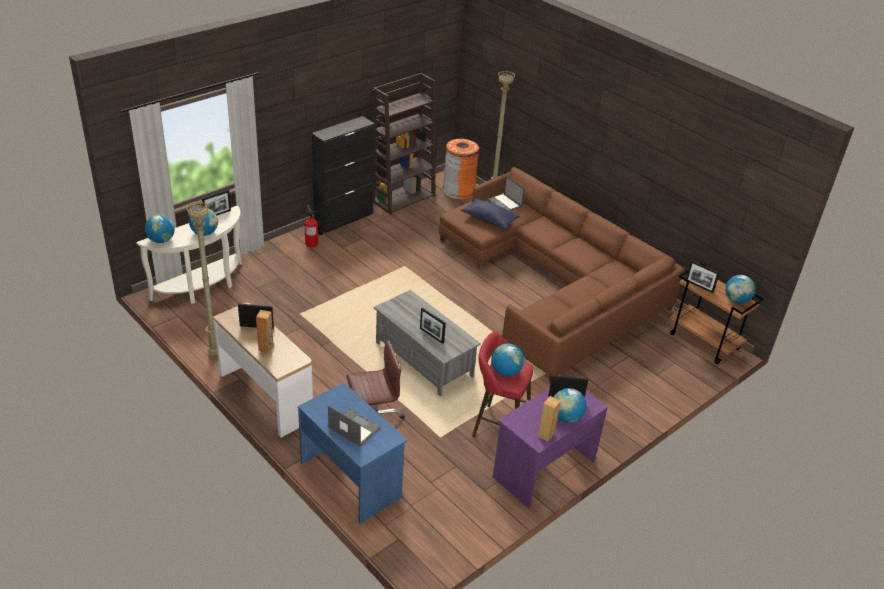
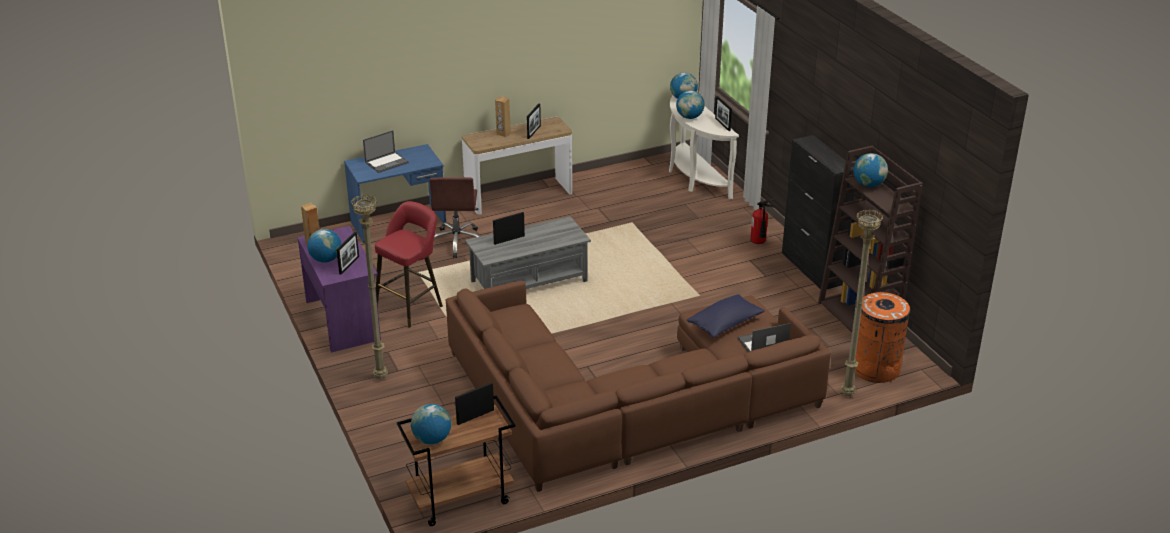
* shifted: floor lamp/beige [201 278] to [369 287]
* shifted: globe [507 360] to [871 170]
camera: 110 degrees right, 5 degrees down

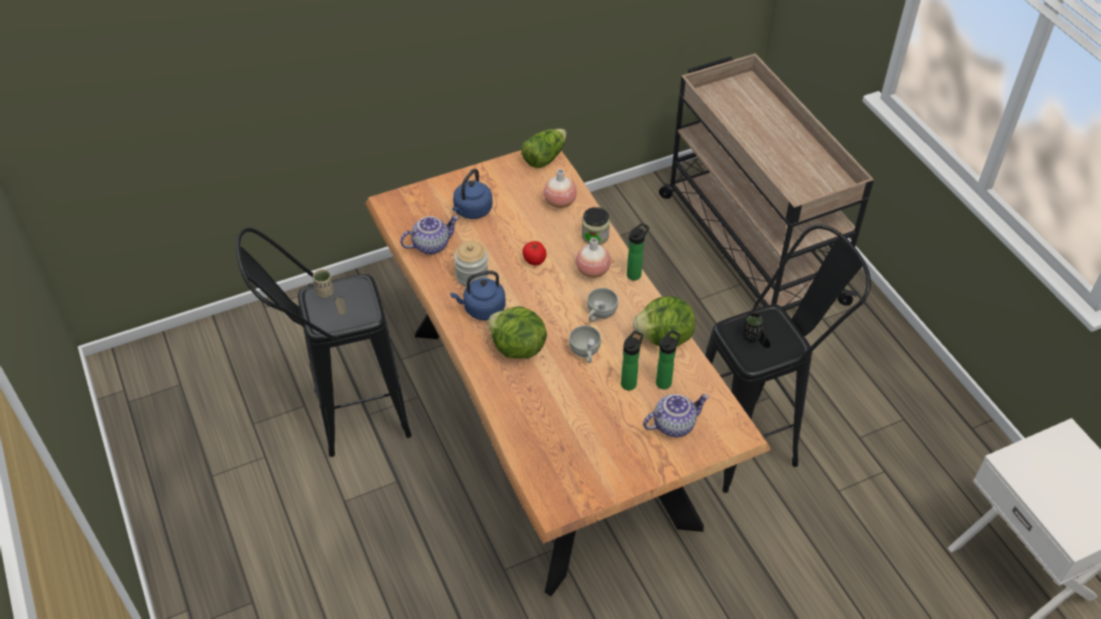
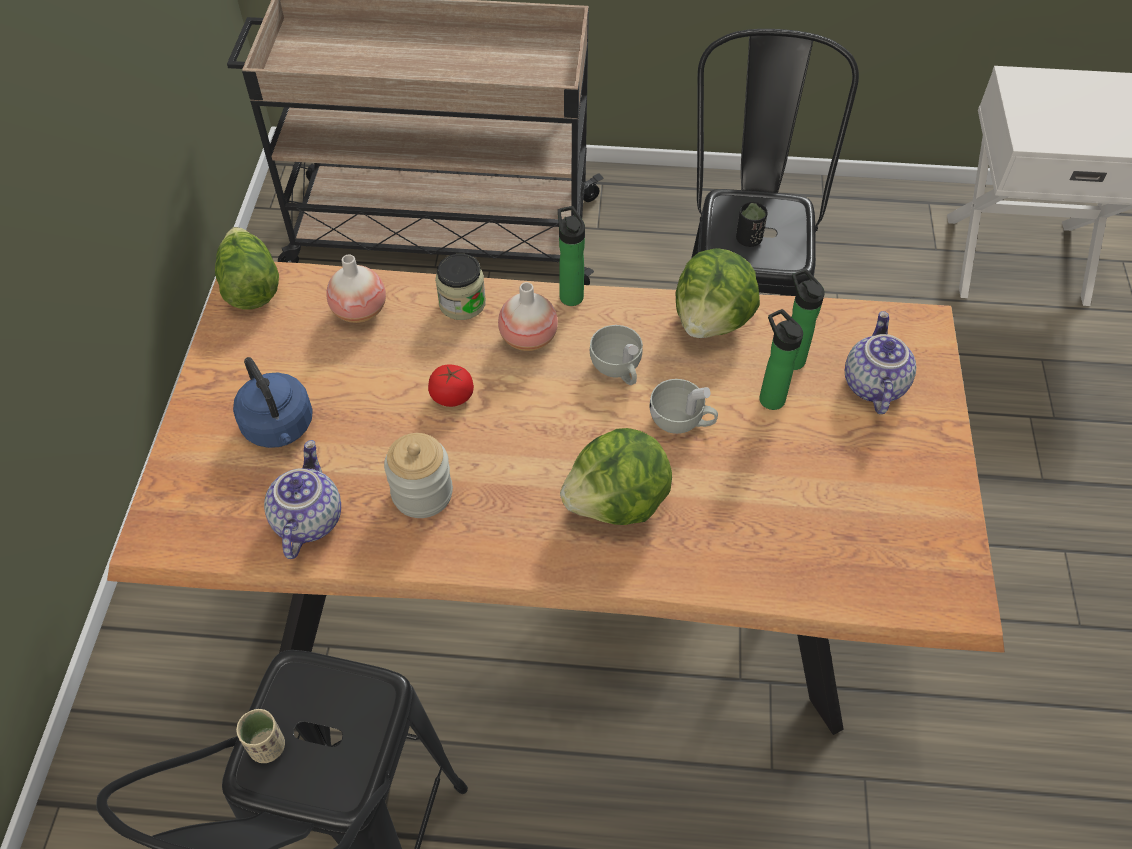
* gone: kettle/blue [478 295]
camera: 60 degrees left, 5 degrees up

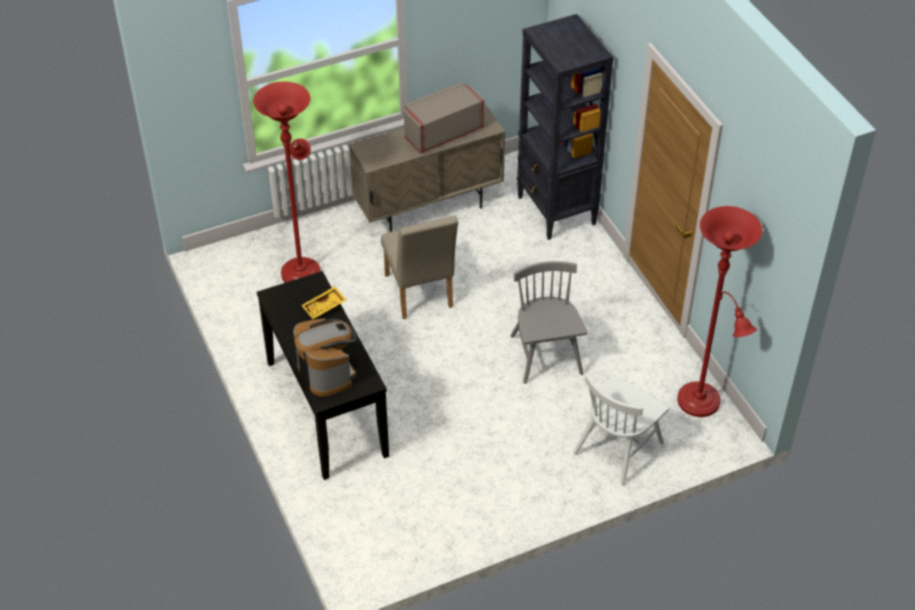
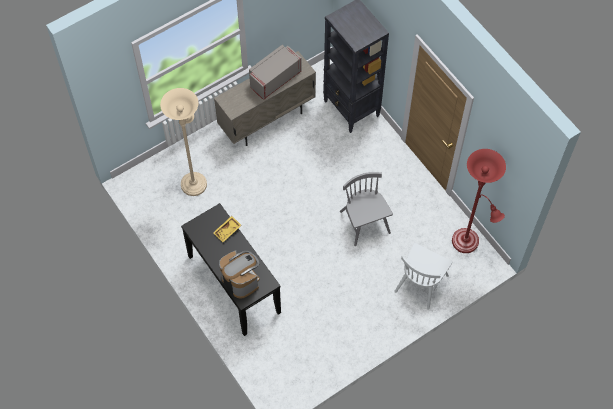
* repainted: floor lamp/red [287 182] to floor lamp/beige [183 142]
* gone: chair/beige [419 267]
camera: 10 degrees left, 15 degrees up

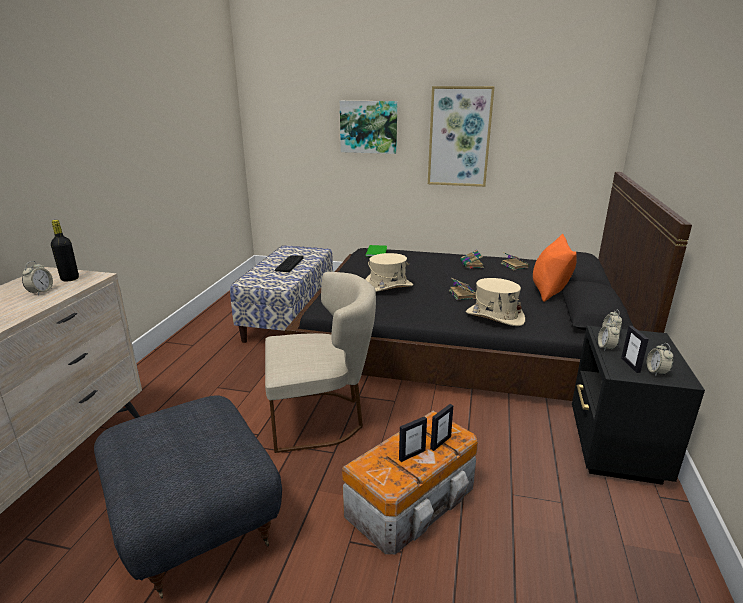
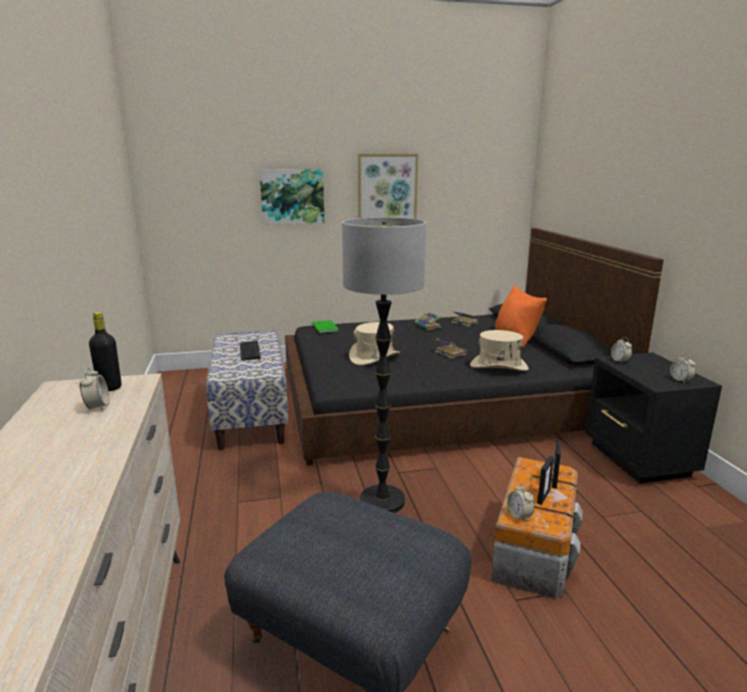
* swapped: chair/beige [320 362] to floor lamp [384 365]
* shifted: alarm clock [609 335] to [520 502]
* gone: picture frame [635 349]
camera: 25 degrees left, 5 degrees down

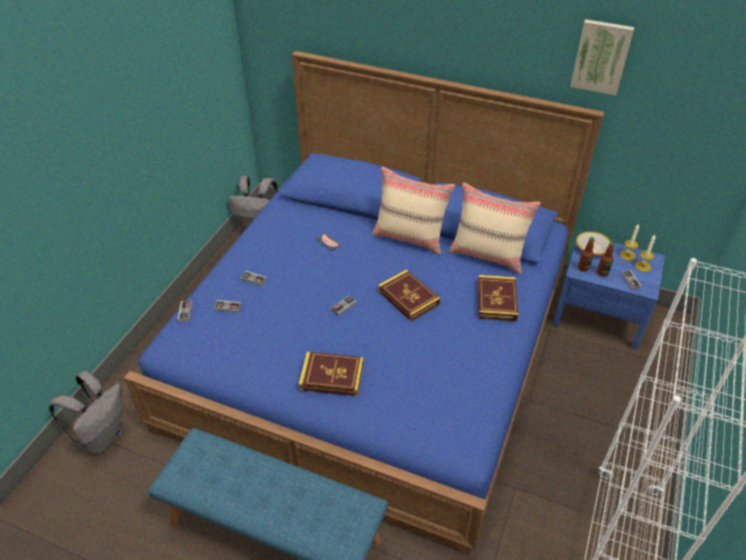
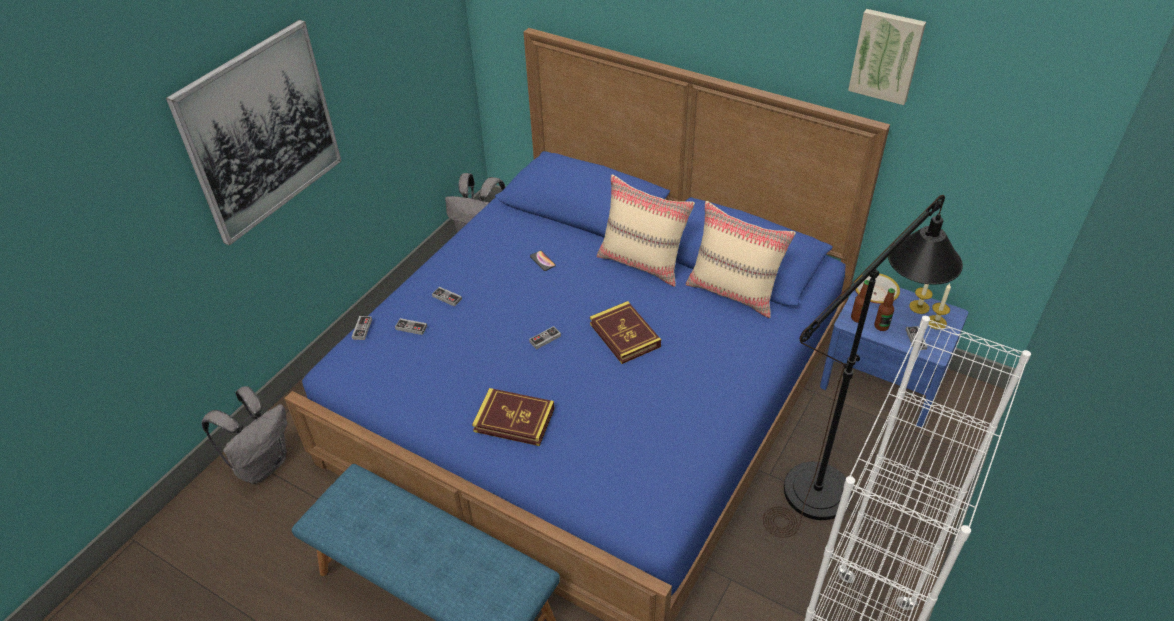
* gone: book [498 298]
* new: picture [253 133]
* new: floor lamp/black [863 366]
camera: 10 degrees right, 0 degrees up

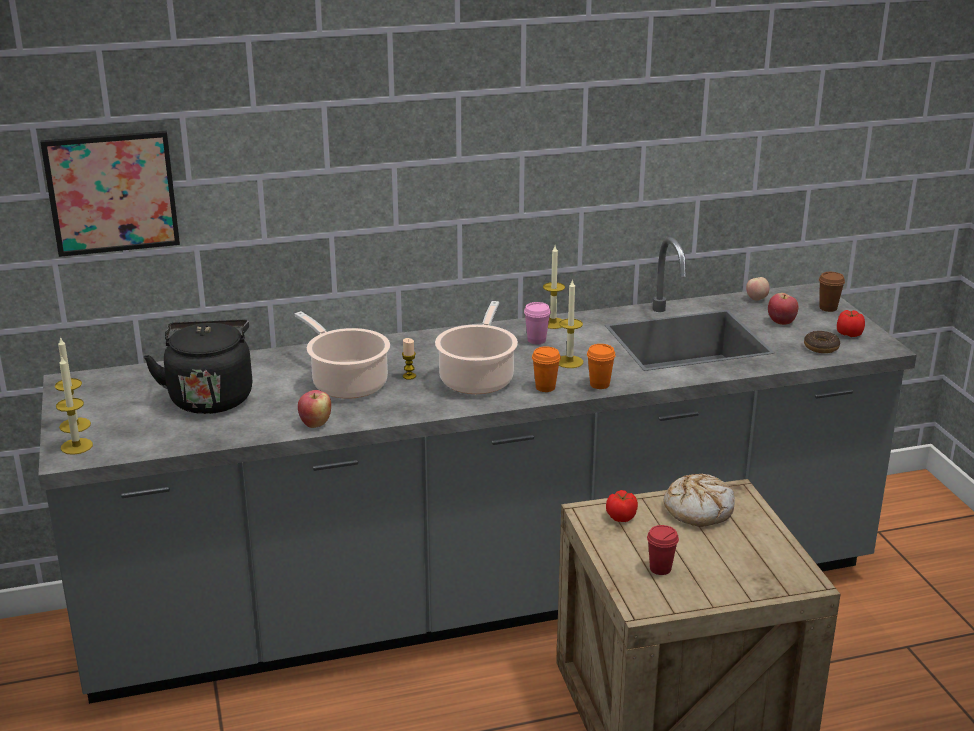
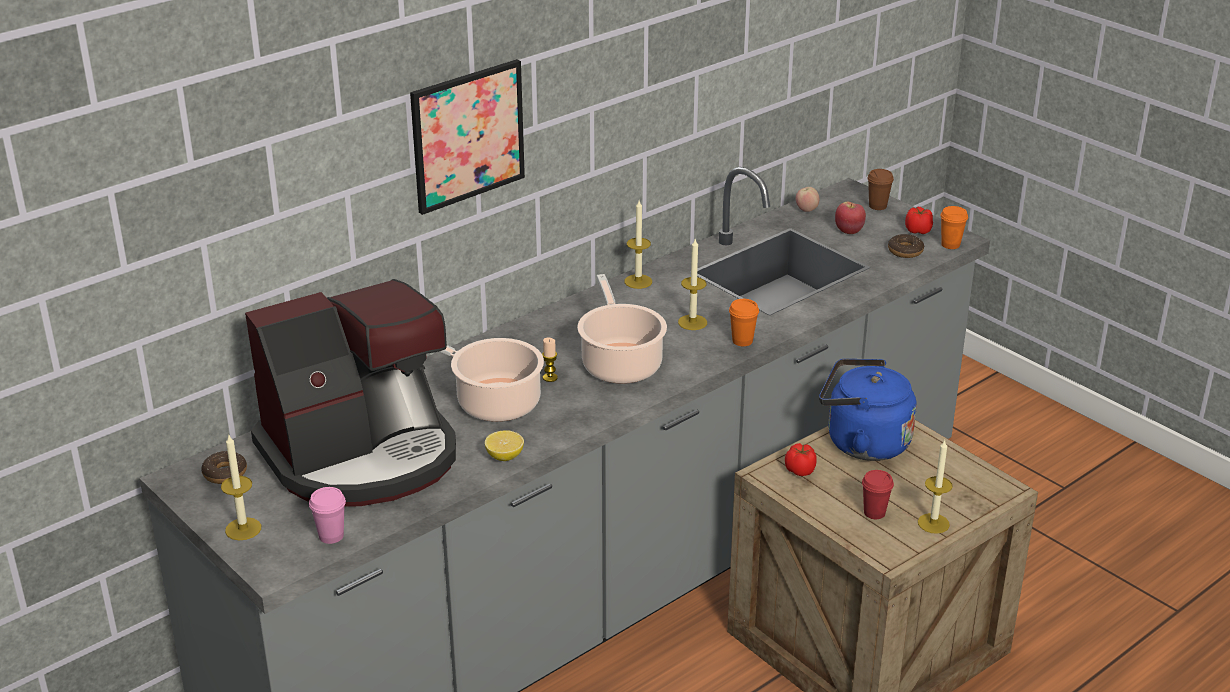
* shifted: picture [110 194] to [467 137]
* shifted: candle [74 406] to [935 487]
* swapped: kettle/black [198 367] to coffee machine [350 393]
* swapped: apple [314 409] to lemon [504 445]
* shifted: cup/pink [537 323] to [327 515]
* shifted: cup/orange [546 369] to [954 227]
* swapped: bread [699 500] to kettle/blue [868 409]
* new: donut [224 467]
camera: 25 degrees left, 5 degrees up

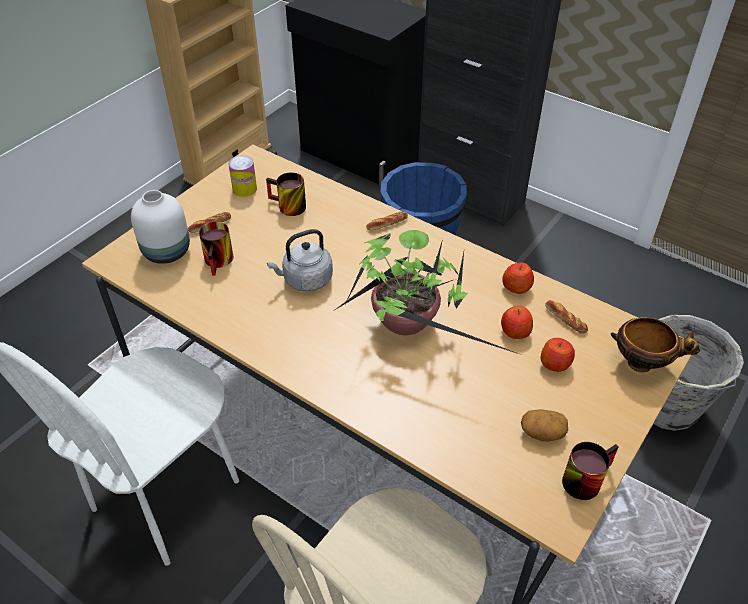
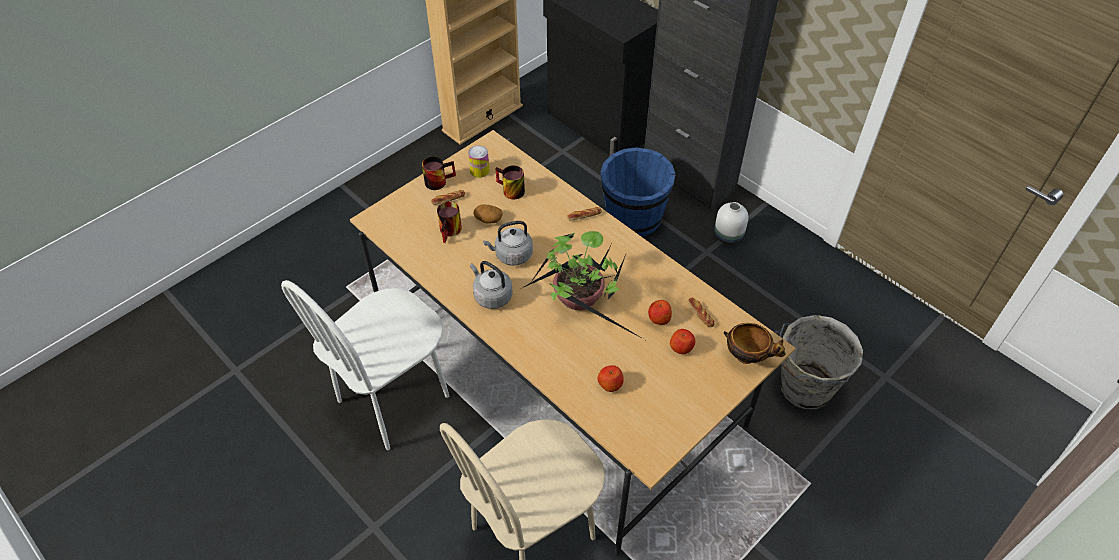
* shifted: vase/white [160 227] to [731 223]
* shifted: apple [518 278] to [611 378]
* shifted: potato [544 425] to [488 214]
* shifted: mug [590 471] to [439 173]
* new: kettle/grey [491 285]
camera: 10 degrees right, 5 degrees up

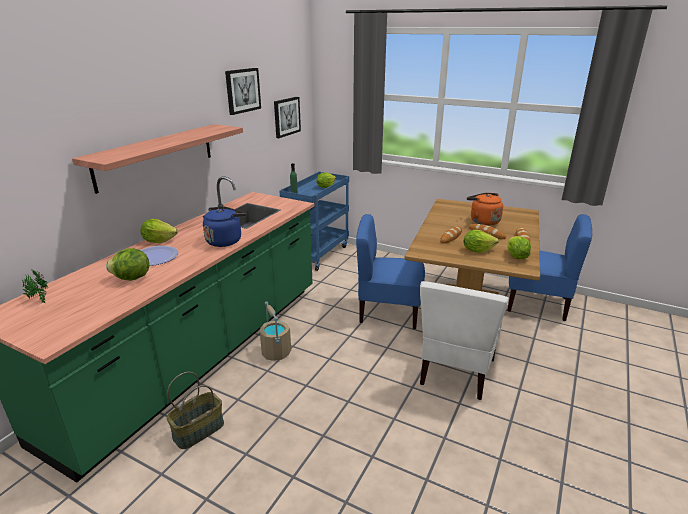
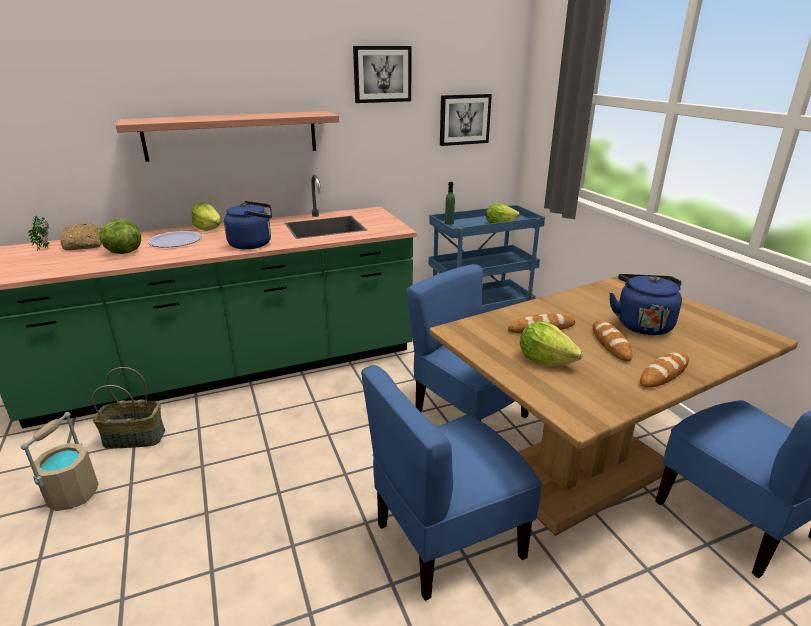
* shifted: bucket/beige [275 331] to [59 461]
* repainted: chair/white [464 340] to chair/blue [451 483]
* repainted: kettle/orange [485 209] to kettle/blue [645 304]
* gone: lettuce [519 247]
* new: bread [81 237]
camera: 40 degrees right, 0 degrees up

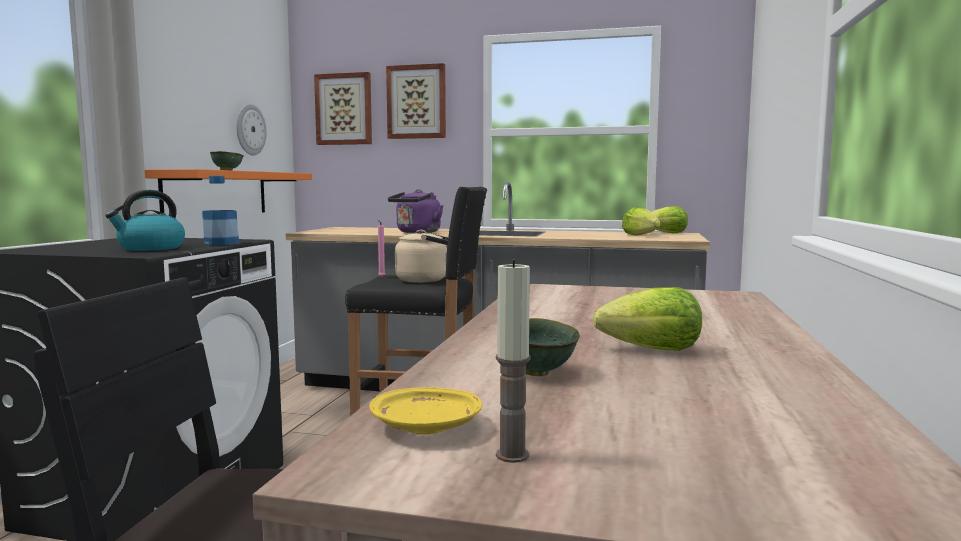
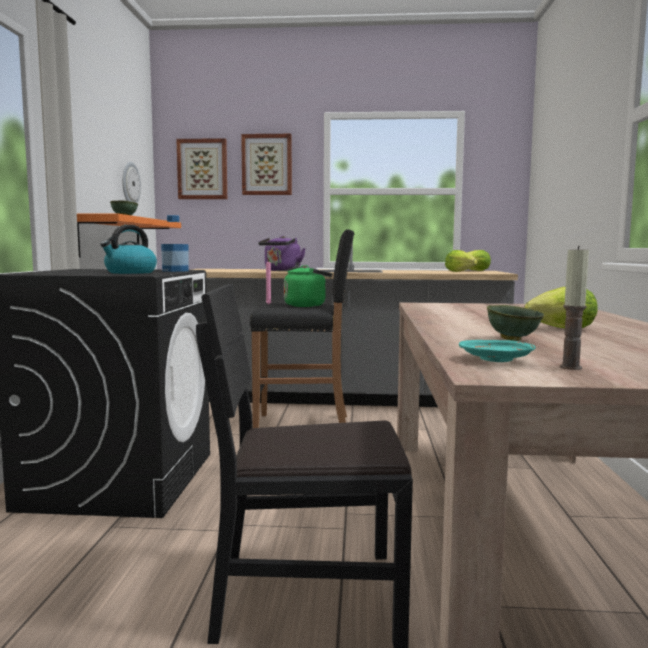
* repainted: plate/yellow [425 410] to plate/turquoise [497 351]
* repainted: kettle/beige [421 256] to kettle/green [308 286]
camera: 10 degrees left, 0 degrees up

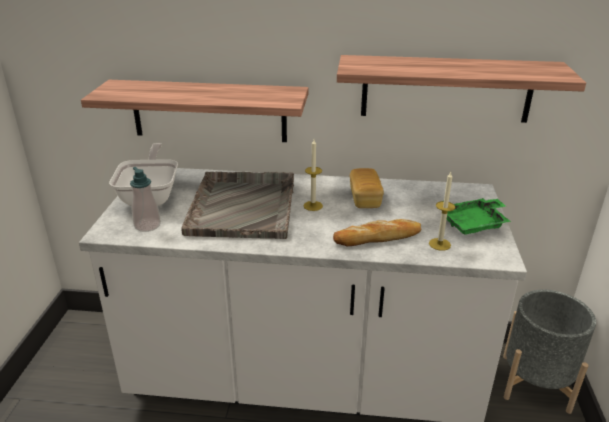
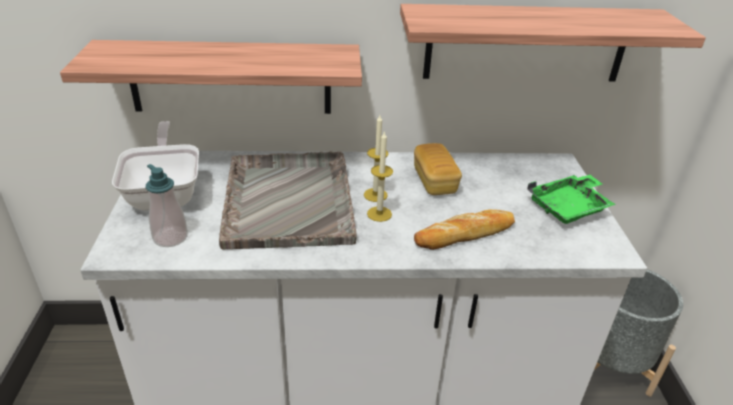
* shifted: candle [442 211] to [380 176]
camera: 10 degrees left, 5 degrees up

